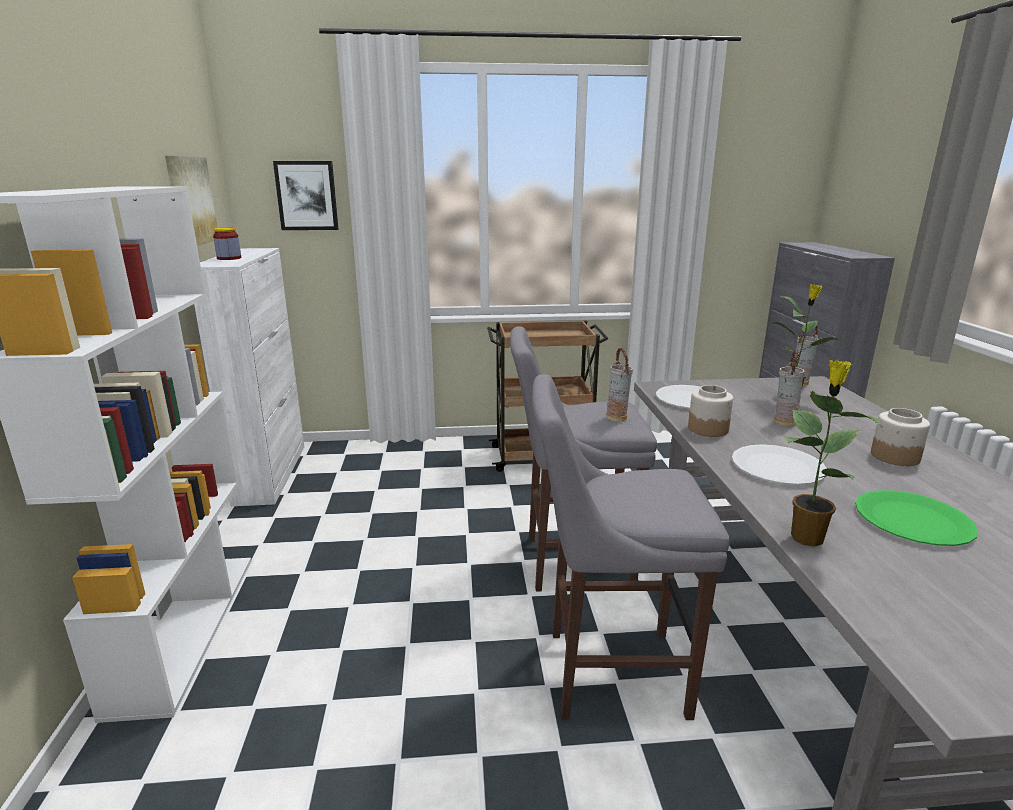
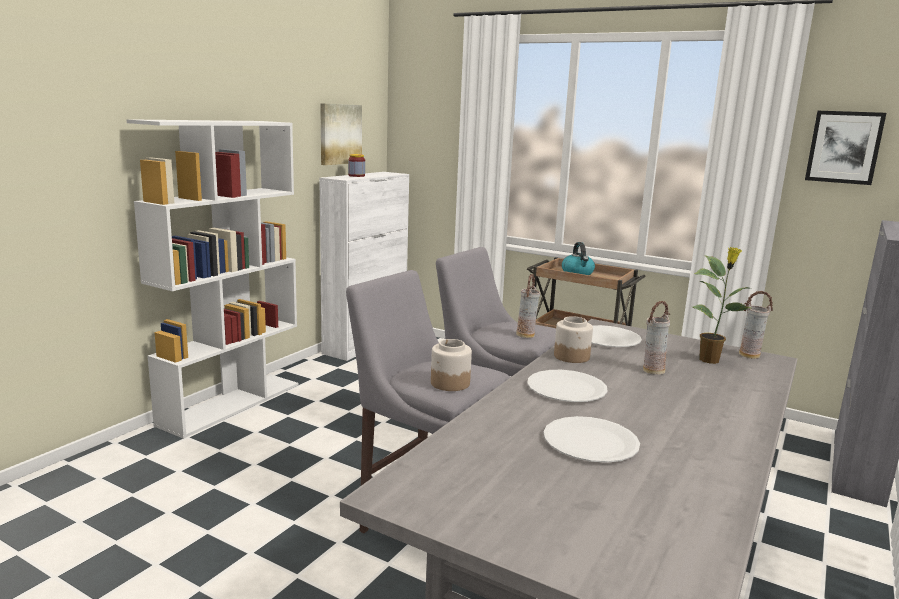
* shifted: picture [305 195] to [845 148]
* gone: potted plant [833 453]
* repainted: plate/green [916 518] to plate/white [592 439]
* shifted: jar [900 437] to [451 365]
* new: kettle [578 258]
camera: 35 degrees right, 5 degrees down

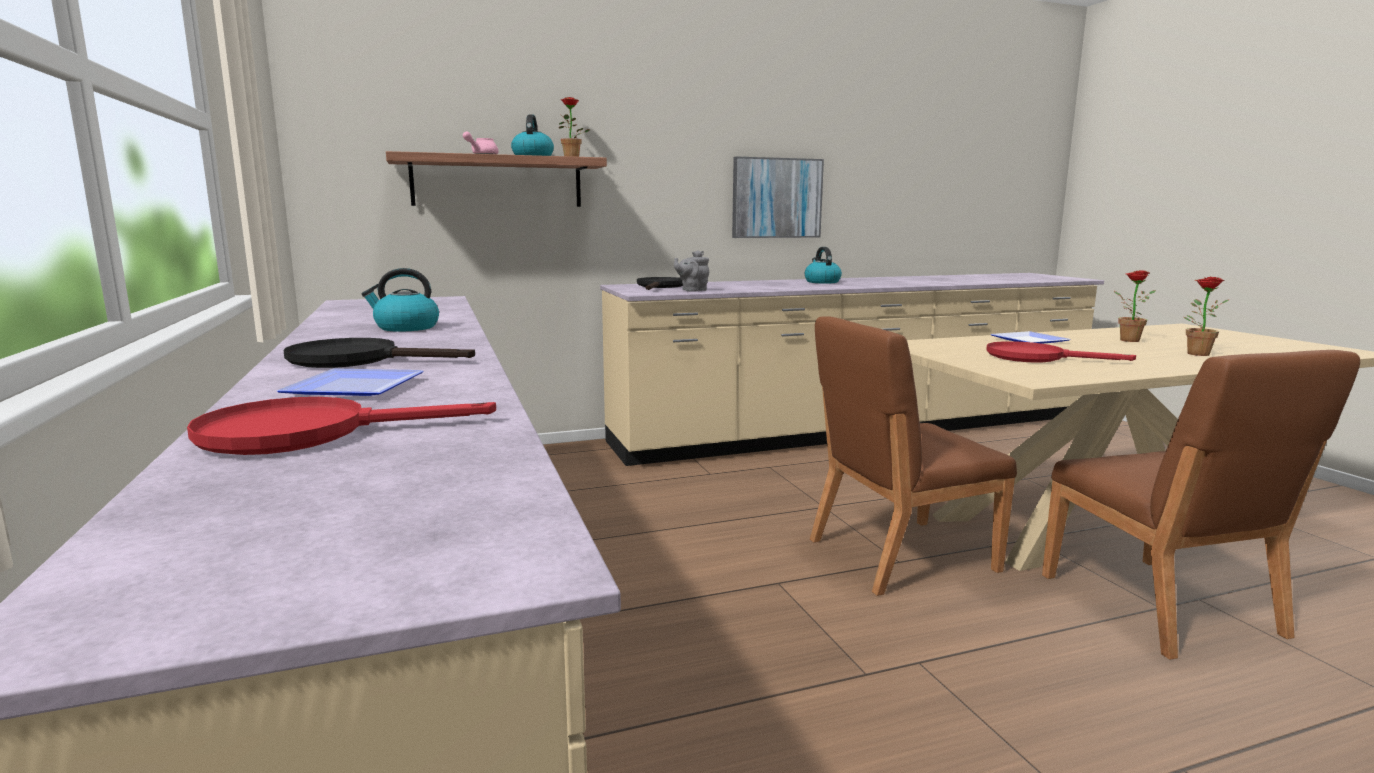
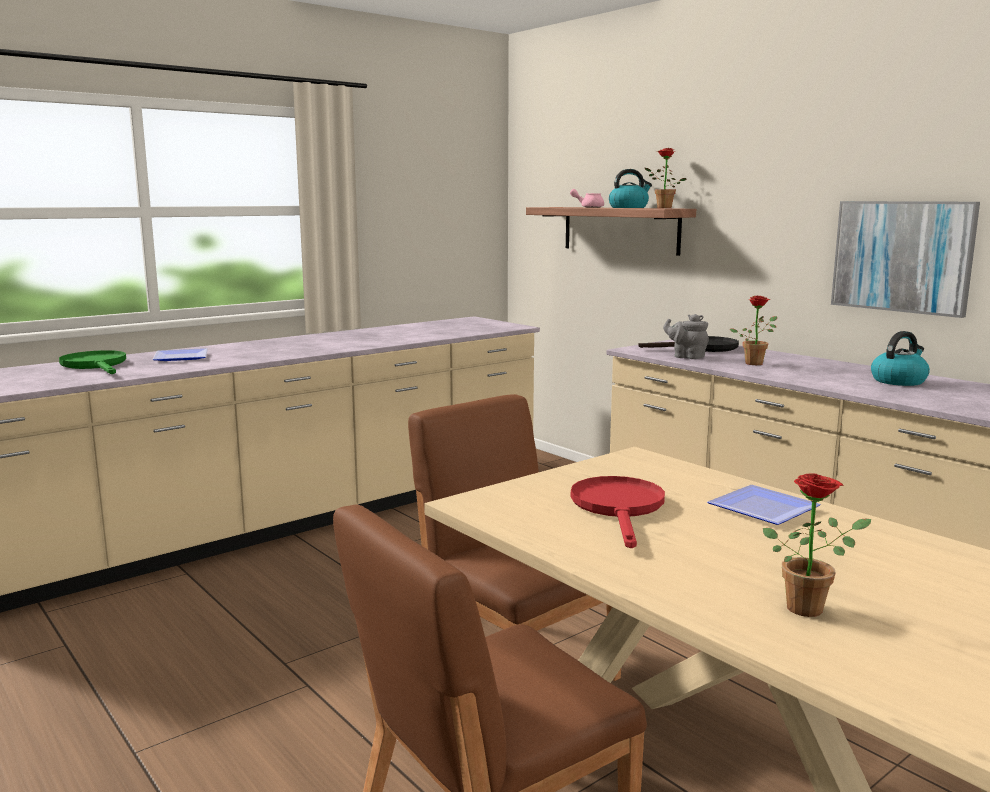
* repainted: frying pan/red [341 426] to frying pan/green [92 362]
* gone: frying pan/black [379 353]
* gone: kettle [400 300]
* shifted: potted plant [1135 306] to [753 330]
camera: 70 degrees right, 0 degrees up

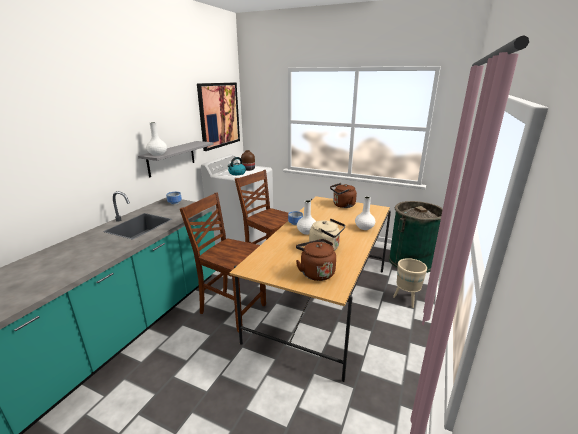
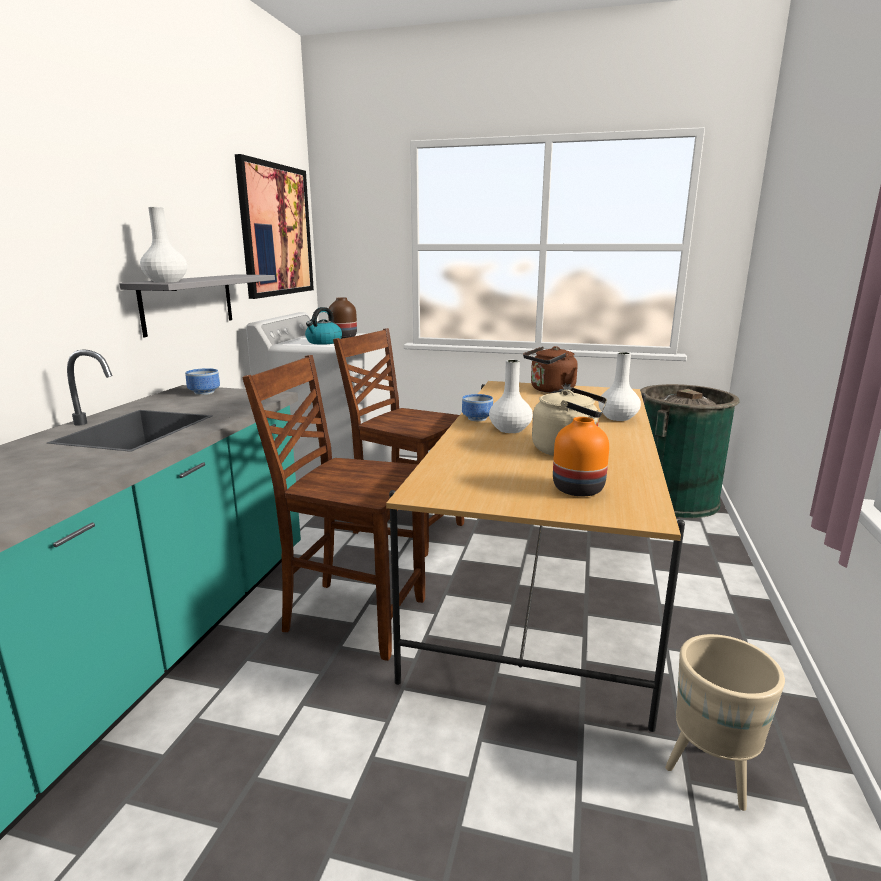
* swapped: kettle/brown [316 260] to vase/orange [581 456]
* shifted: planter/beige [410 283] to [725 722]
camera: 10 degrees left, 5 degrees down

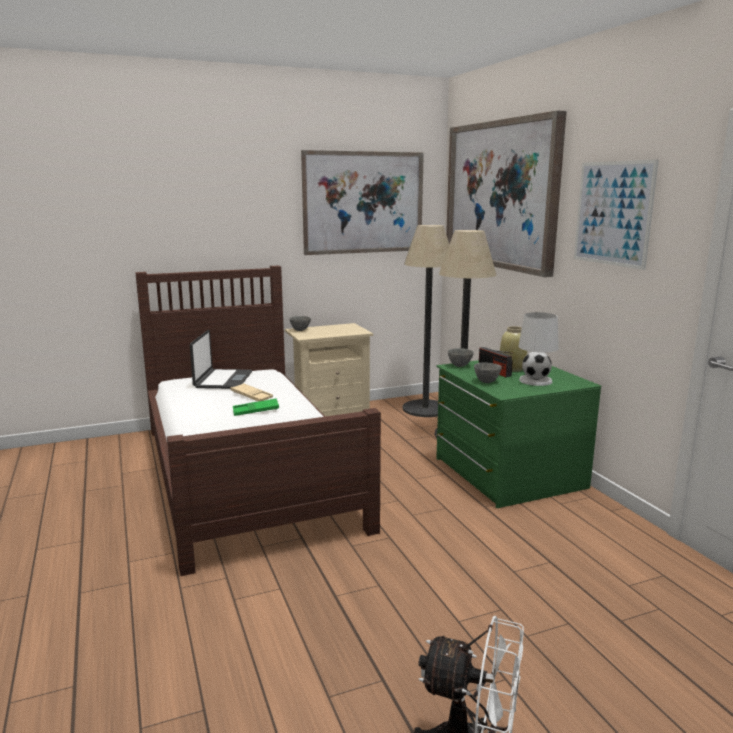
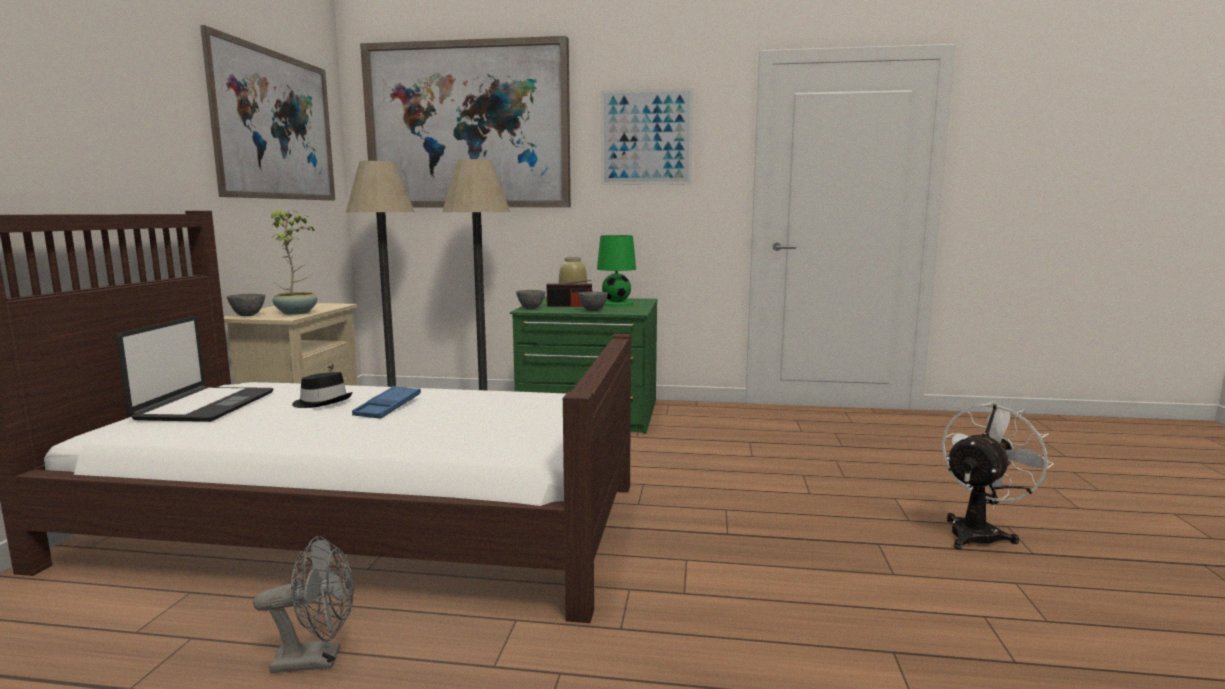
* rotated: laptop [221 359] = [194 369] 60 degrees clockwise
* swapped: tray/beige [251 392] to hat/black [322 390]
* repainted: tray/green [256 407] to tray/blue [386 402]
* repainted: table lamp/white [538 349] to table lamp/green [616 270]
* new: fan/grey [303 604]
* new: potted plant [294 262]
camera: 60 degrees left, 5 degrees down

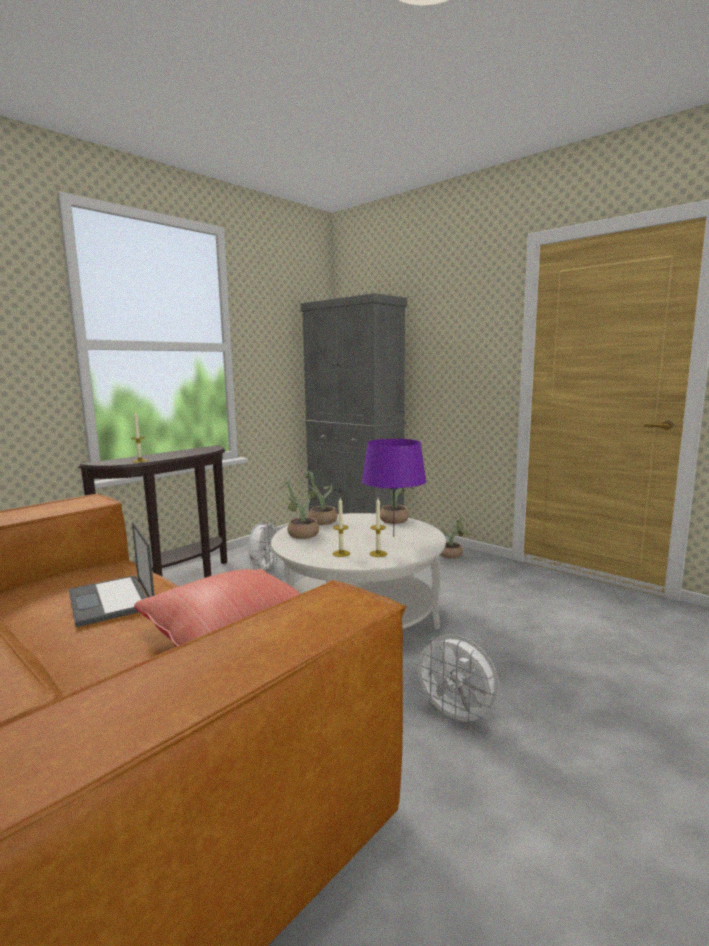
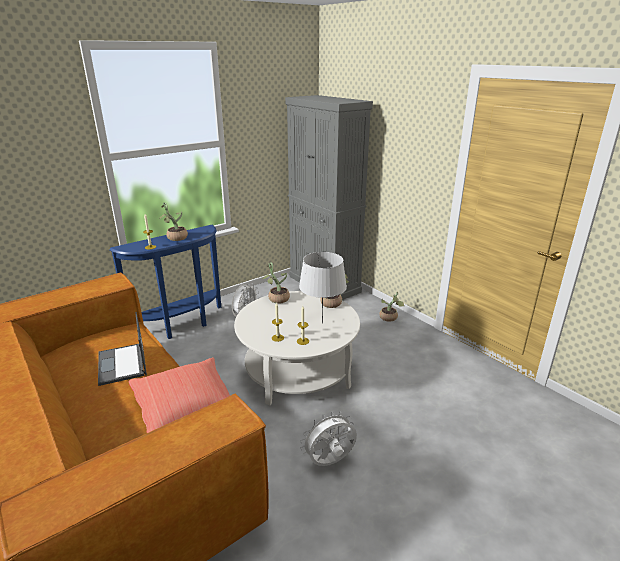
* repainted: console table/brown [152 511] to console table/blue [165 282]
* shifted: potted plant [298 510] to [173 221]
* repainted: table lamp/purple [394 488] to table lamp/grey [323 287]
* rotated: fan/white [455 681] = [328 438] 105 degrees clockwise
camera: 10 degrees right, 15 degrees up

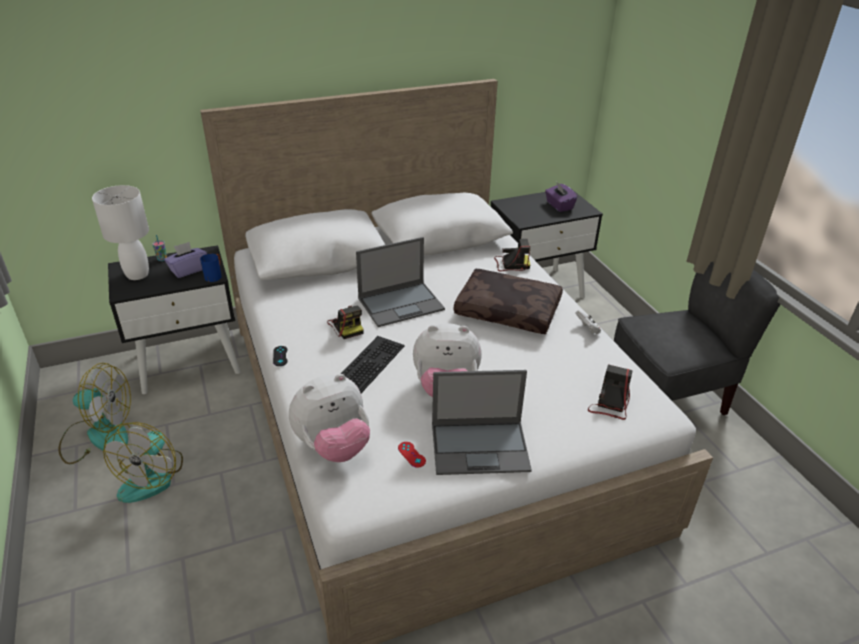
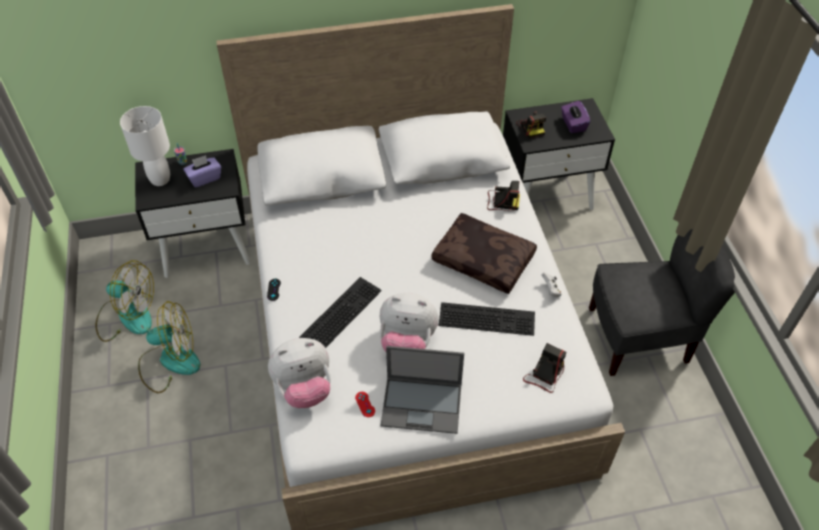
* rotated: fan [143 462] = [169 347] 120 degrees counterclockwise
* gone: mug/blue [211 268]
* shifted: photo camera [345 322] to [531 125]
* gone: laptop [400 282]
* new: keyboard [487 319]
camera: 10 degrees right, 15 degrees up

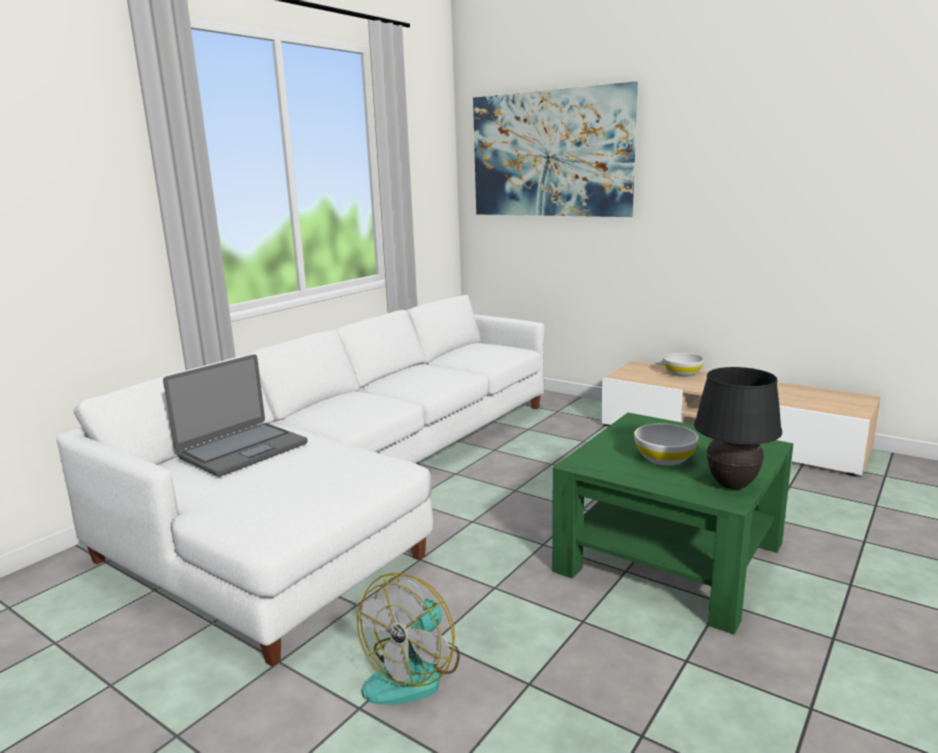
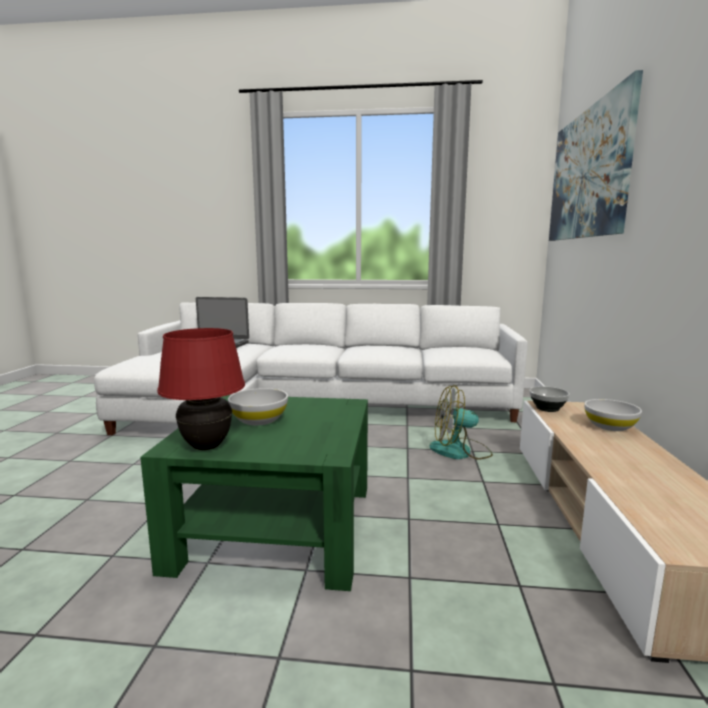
* shifted: fan [408 639] to [461 422]
* repainted: table lamp/black [738 428] to table lamp/red [201 389]
* new: bowl [549 399]
camera: 60 degrees right, 5 degrees down

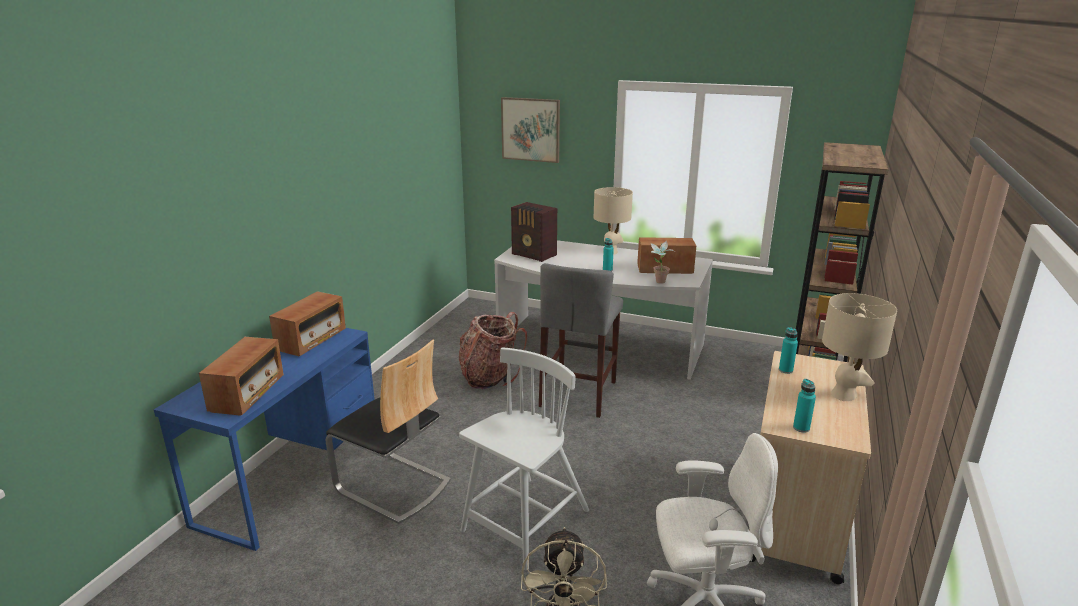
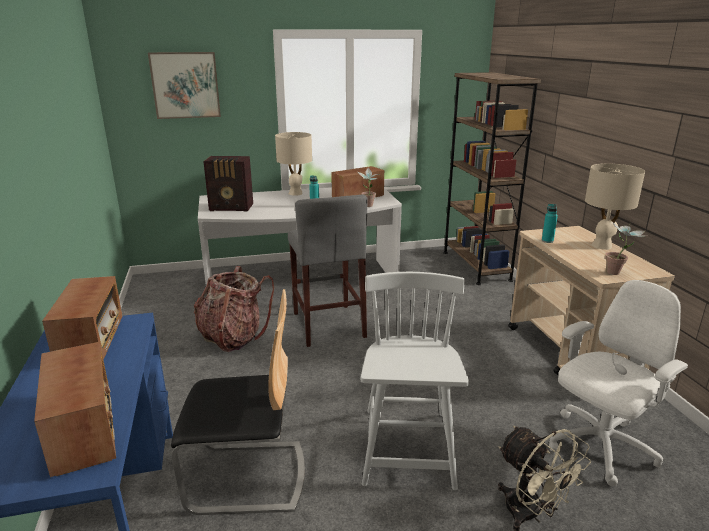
* swapped: bottle/turquoise [804 406] to potted plant [626 249]
camera: 35 degrees left, 0 degrees up

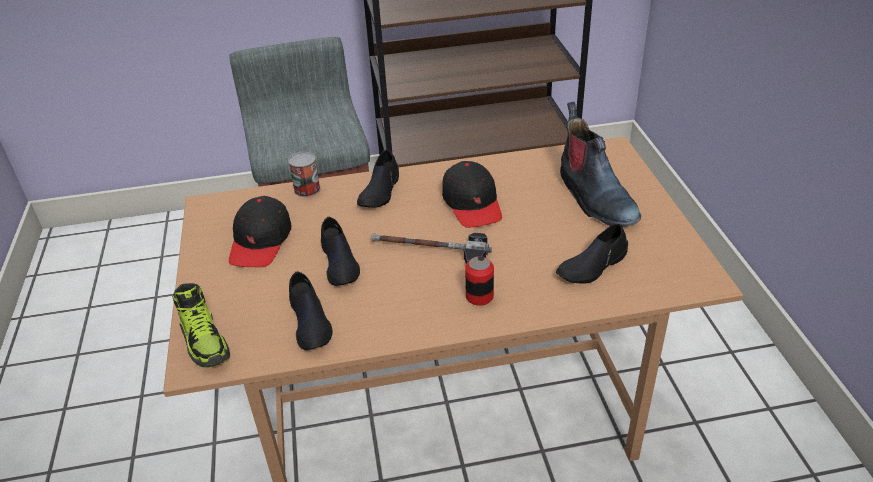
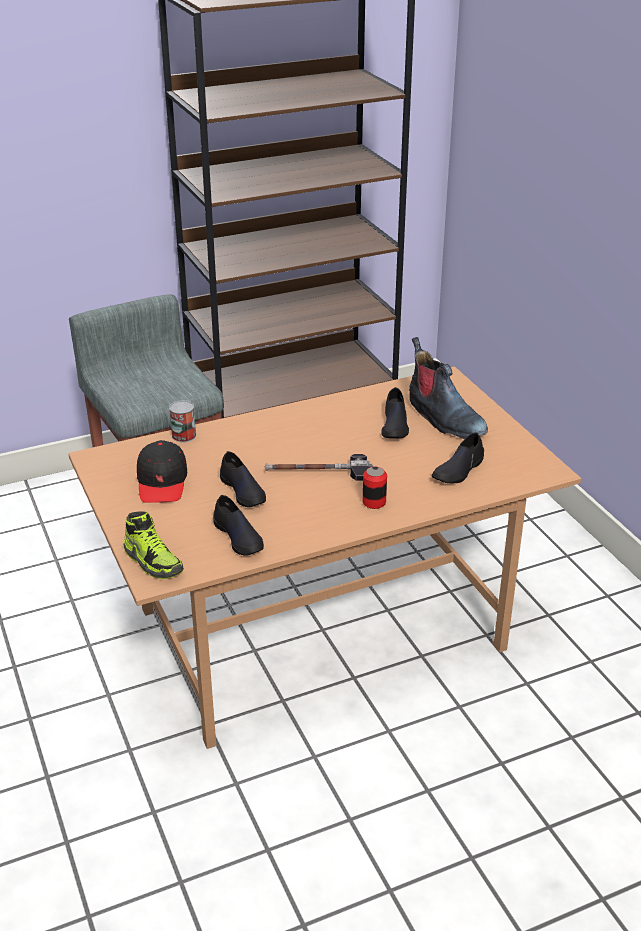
* shifted: shoe/black [378 178] to [395 412]
* gone: cap/black [472 194]
camera: 15 degrees left, 5 degrees down

